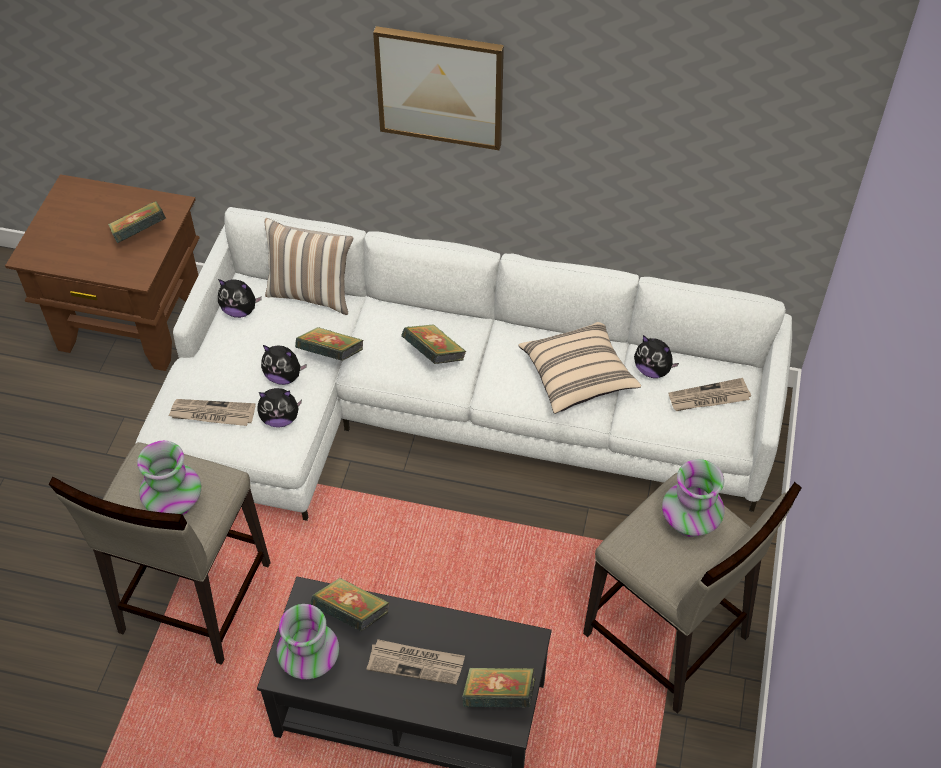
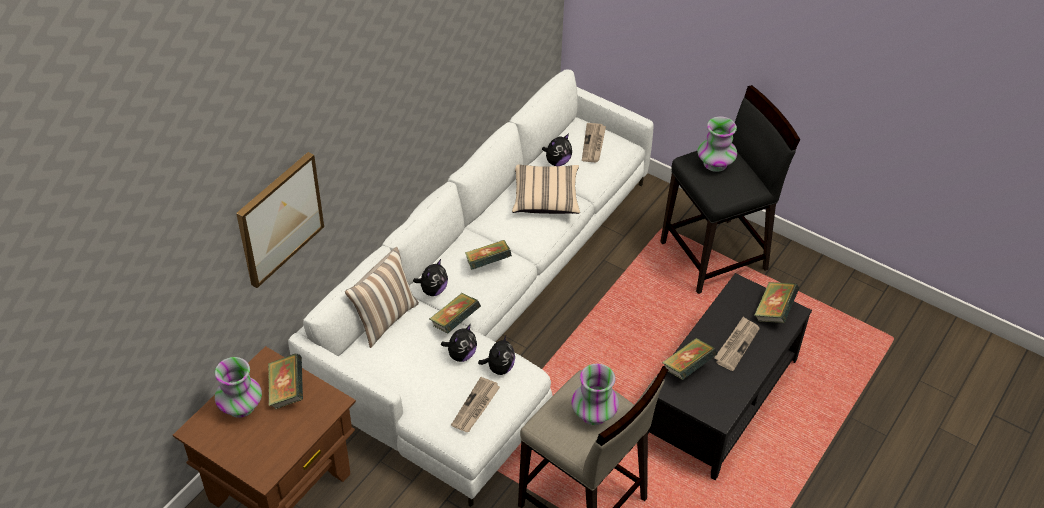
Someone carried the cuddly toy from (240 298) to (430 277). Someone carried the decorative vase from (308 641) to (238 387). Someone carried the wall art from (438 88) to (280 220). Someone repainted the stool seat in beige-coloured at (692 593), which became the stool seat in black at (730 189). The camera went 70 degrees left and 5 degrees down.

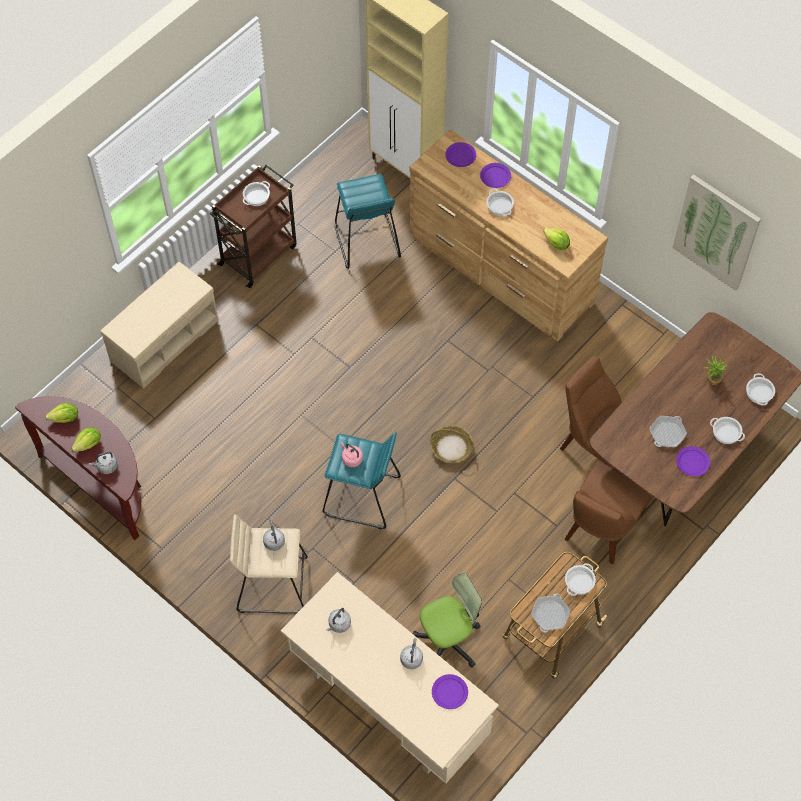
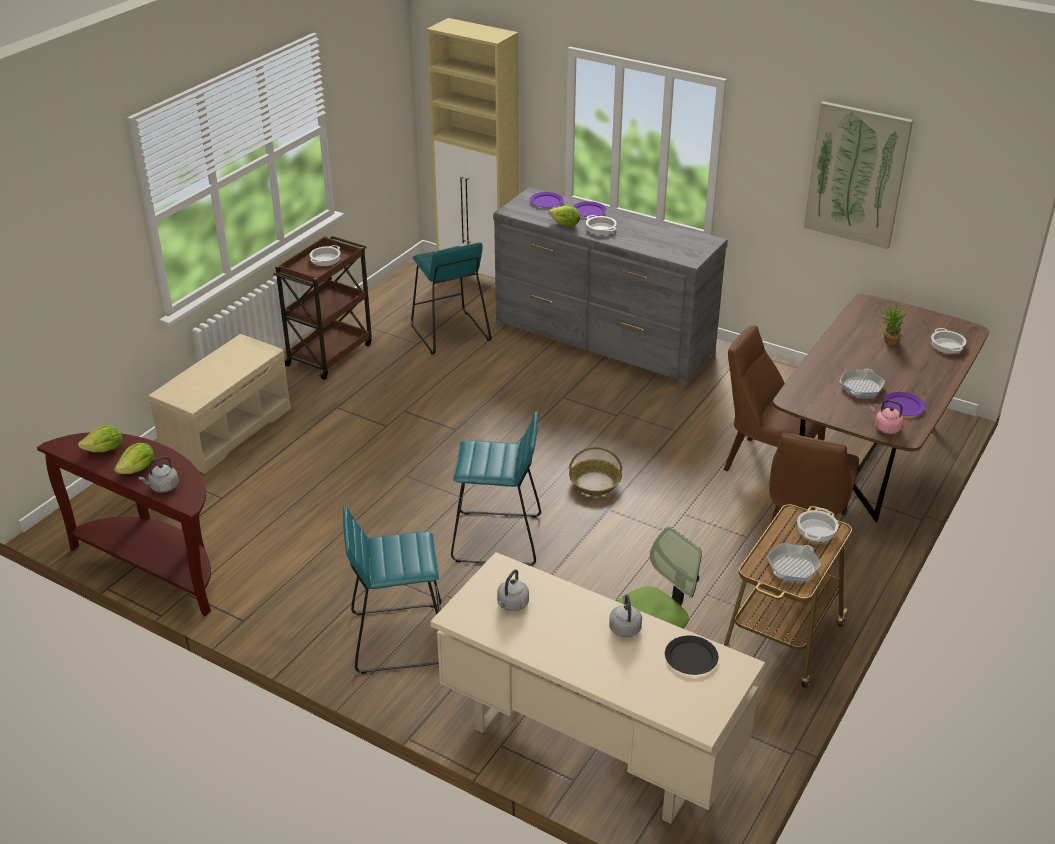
Someone took away the water kettle in gray at (274 536). Someone took away the stockpot at (727 430). Someone carried the water kettle in pink-coloured from (351 454) to (887 417). Someone carried the head of lettuce from (556 239) to (564 216). Someone repainted the stool seat in beige-coloured at (269 563), which became the stool seat in blue-green at (392 589). Someone repainted the drawer chest in brown at (509 235), which became the drawer chest in gray at (610 286). Someone repainted the flat dish in purple at (450 691), which became the flat dish in black at (691 655). Someone rotated the pan at (550 612) by 150 degrees counterclockwise. The camera went 10 degrees left and 25 degrees down.

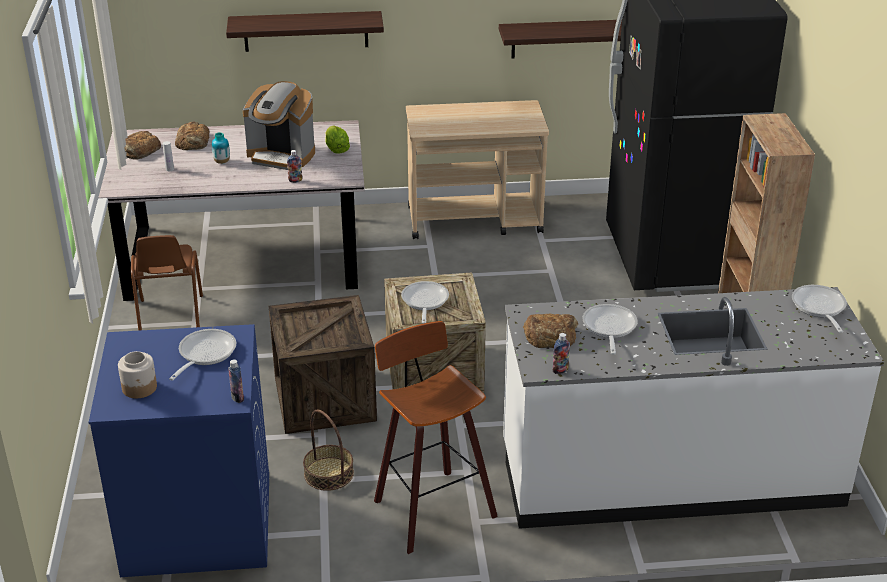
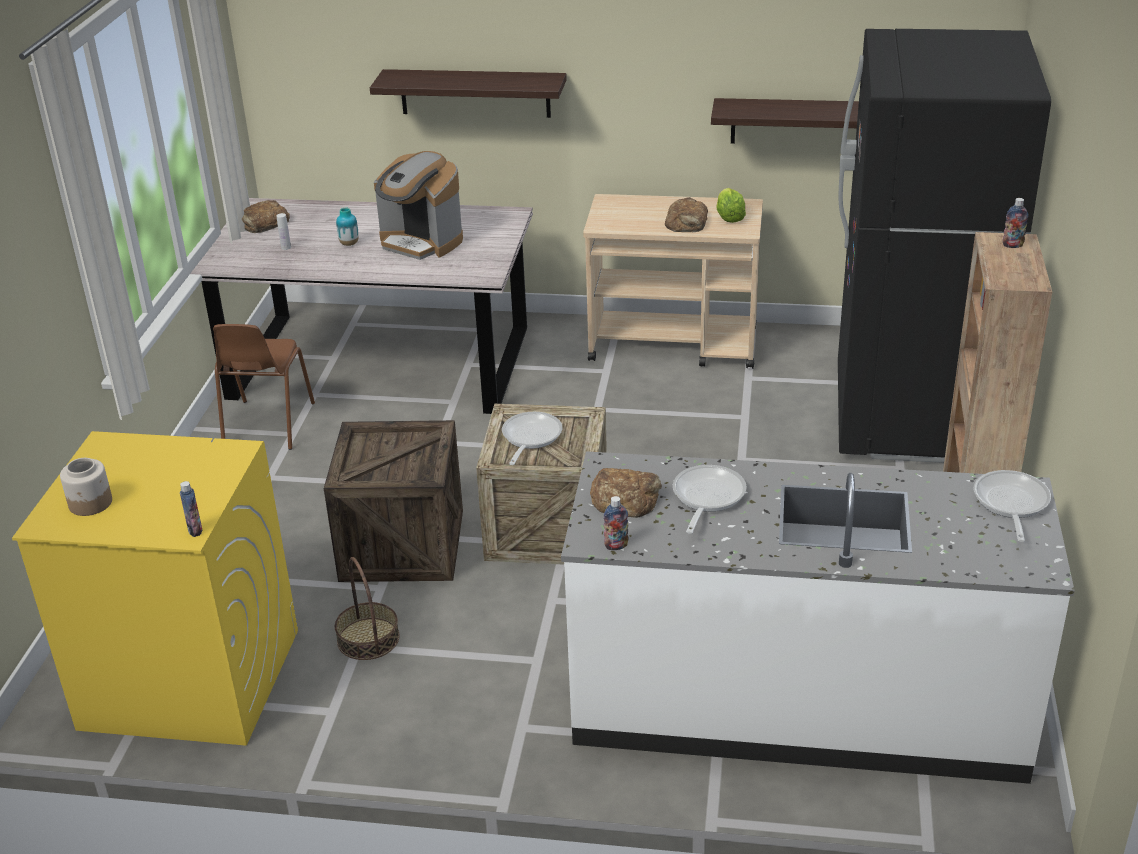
Someone took away the pan at (202 354). Someone took away the stool seat at (436 437). Someone carried the baked bread from (192 135) to (686 214). Someone carried the beverage bottle from (294 166) to (1015 223). Someone carried the head of lettuce from (337 139) to (731 205). Someone repainted the washing machine in bluish at (179 450), which became the washing machine in yellow-coloured at (155 588). The camera went 15 degrees right and 0 degrees up.

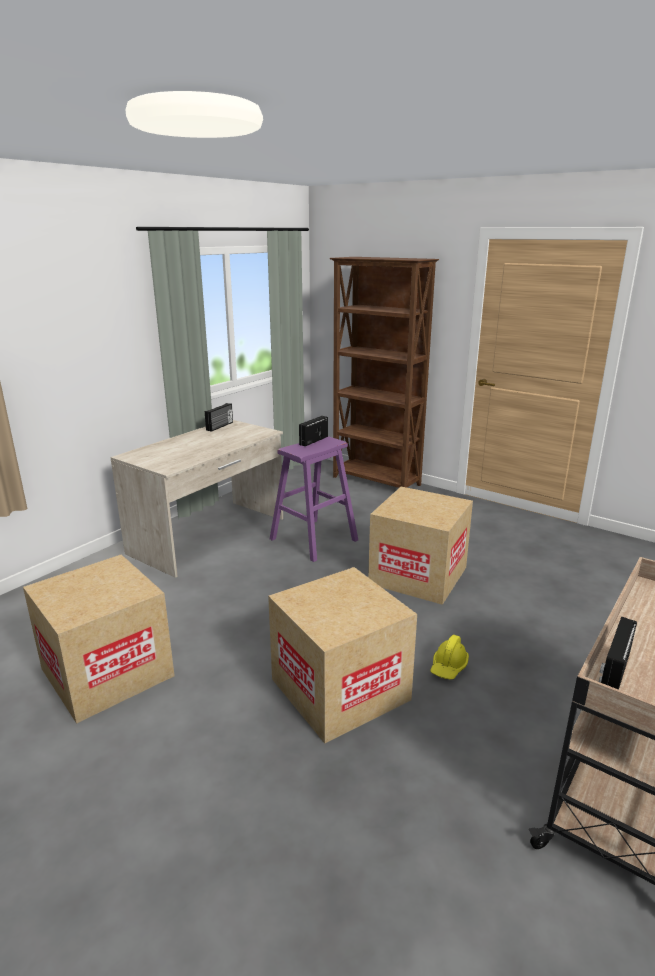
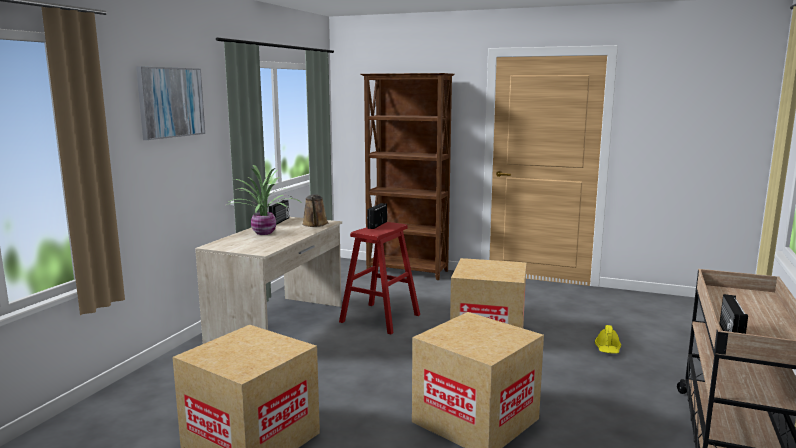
Someone put up the wall art at (170 103). Someone put down the plant in a pot at (263 200). Someone put down the watering pot in brown at (315 210). Someone carried the work helmet in yellow-coloured from (449 657) to (608 339). Someone repainted the stool seat in purple at (314 499), which became the stool seat in red at (379 278). The camera went 15 degrees left and 10 degrees down.

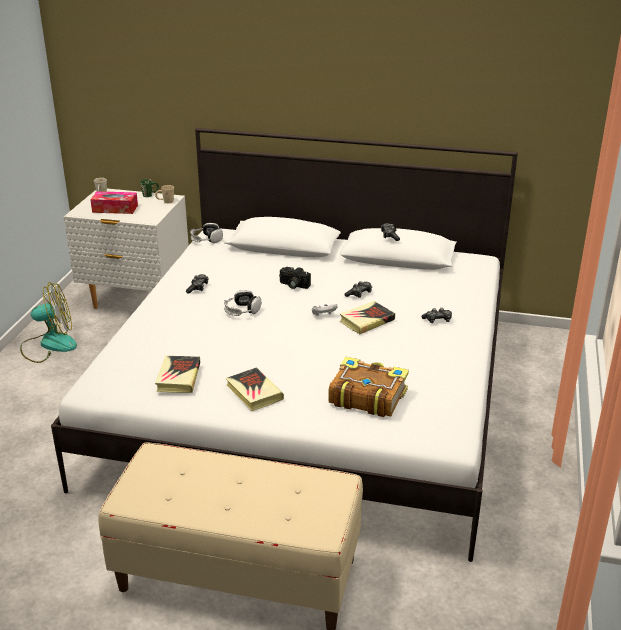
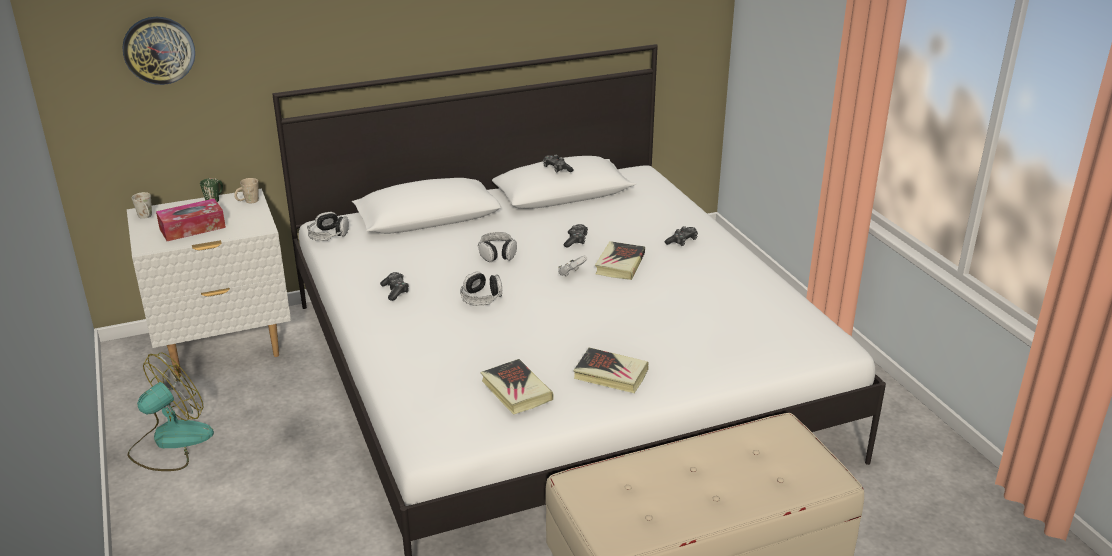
Someone took away the bound book at (368 387). Someone put up the clock on the wall at (158 51). Someone swapped the still camera at (295 278) for the headset at (497 247). The camera went 35 degrees left and 0 degrees up.

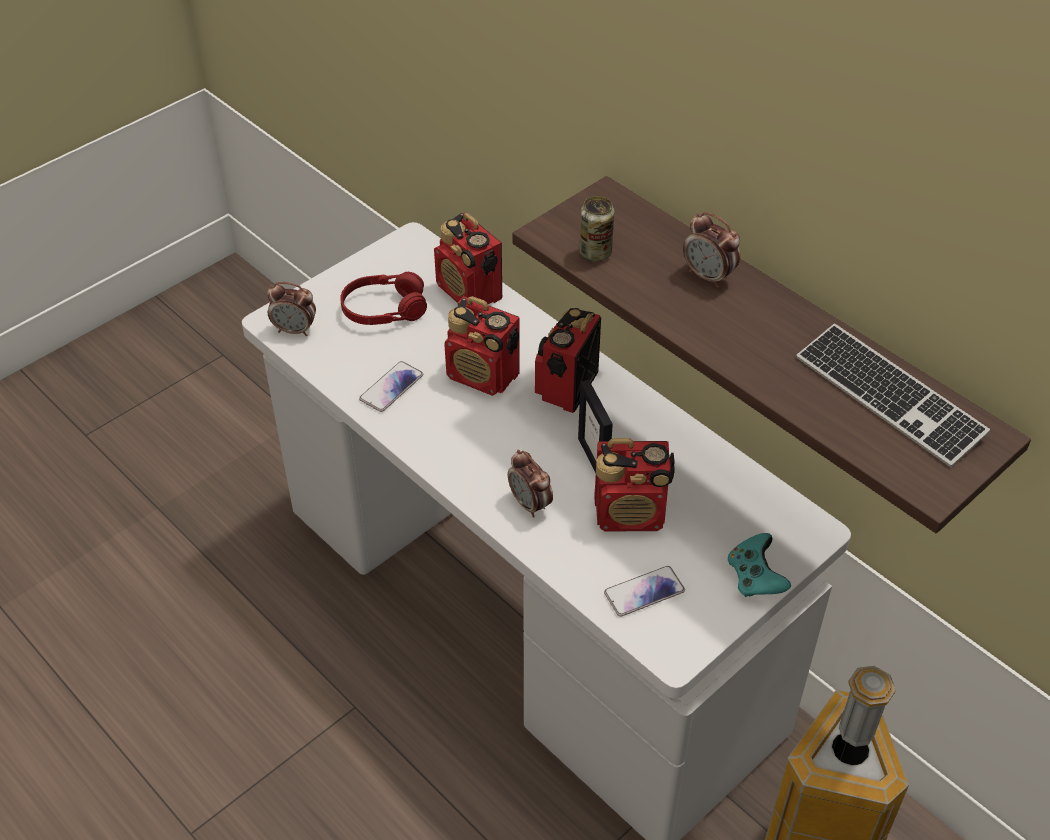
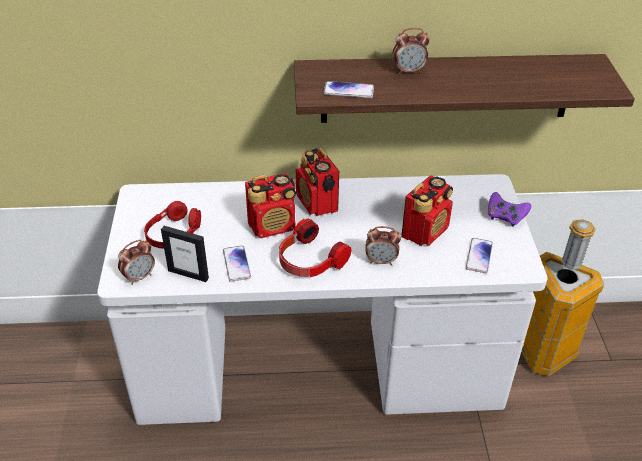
Someone took away the radio set at (468 258). Someone took away the PC keyboard at (893 395). Someone put down the headset at (315 247). Someone carried the photo frame from (595 426) to (185 254). Someone swapped the metal can at (596 229) for the handset at (348 90). Someone repainted the game controller in blue-green at (759 565), which became the game controller in purple at (509 209). The camera went 50 degrees left and 5 degrees down.

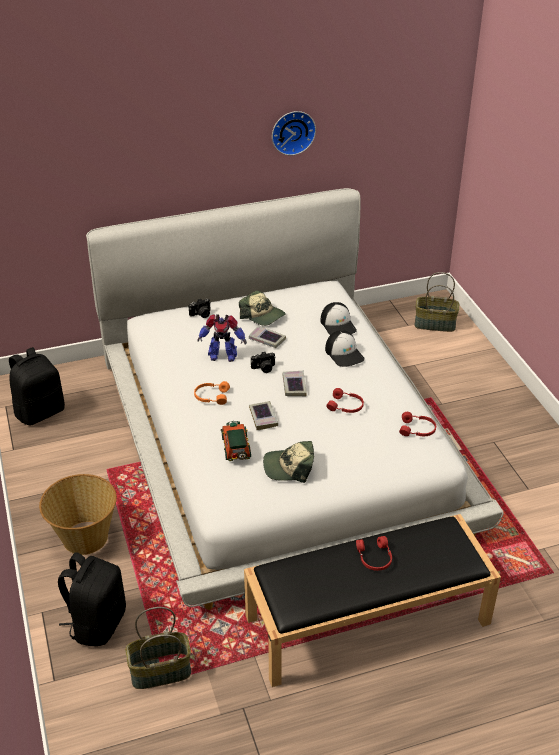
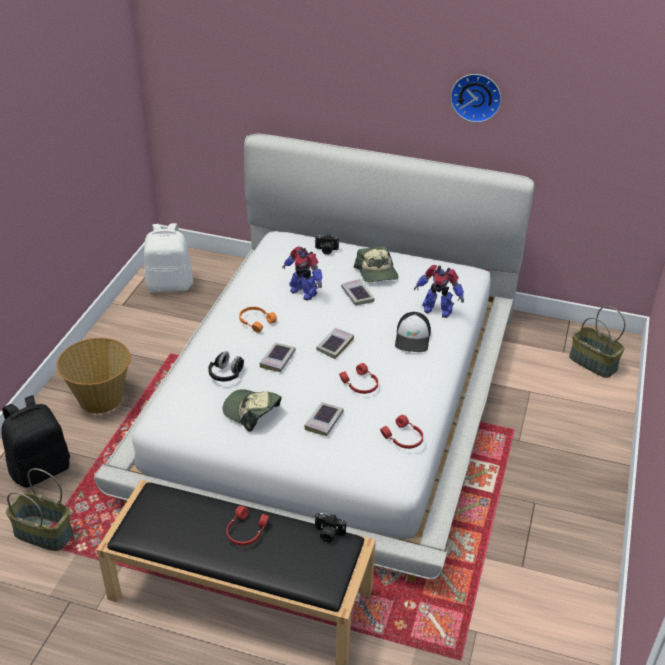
Someone put down the bound book at (324 419). Someone carried the still camera from (263 362) to (330 528). Someone swapped the model car at (236 441) for the headset in black at (226 366). Someone swapped the cap at (338 318) for the robot figure at (439 291). Someone repainted the backpack in black at (37 386), which became the backpack in white at (168 257). The camera went 35 degrees right and 0 degrees up.

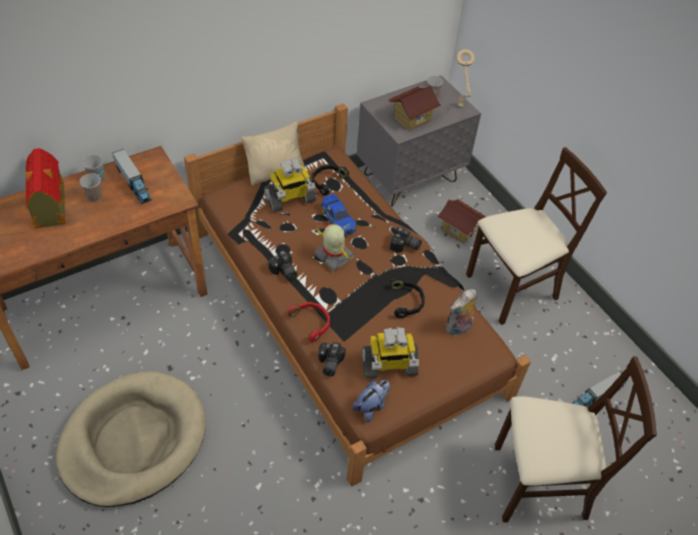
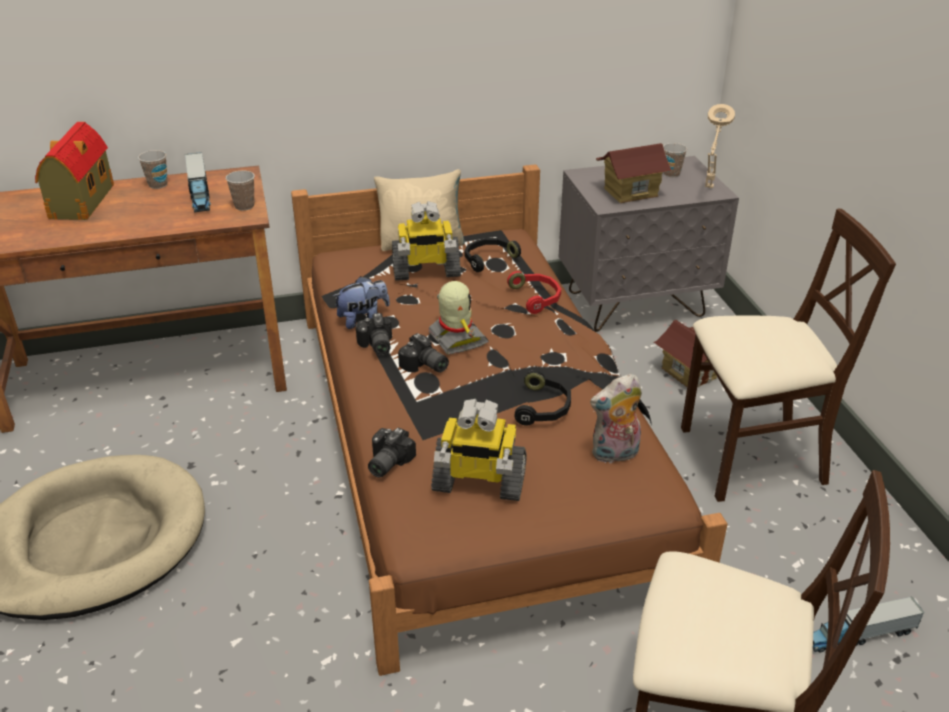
Someone took away the model car at (339 215). Someone carried the cup from (91 187) to (240 191). Someone carried the headset in red from (308 322) to (534 292). Someone carried the cuddly toy from (371 401) to (361 302). Someone carried the still camera from (406 239) to (423 352). The camera went 20 degrees right and 15 degrees down.

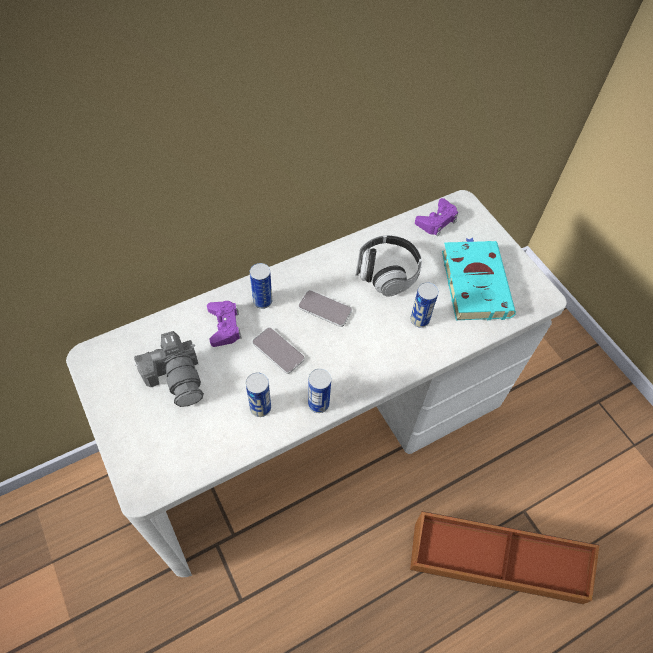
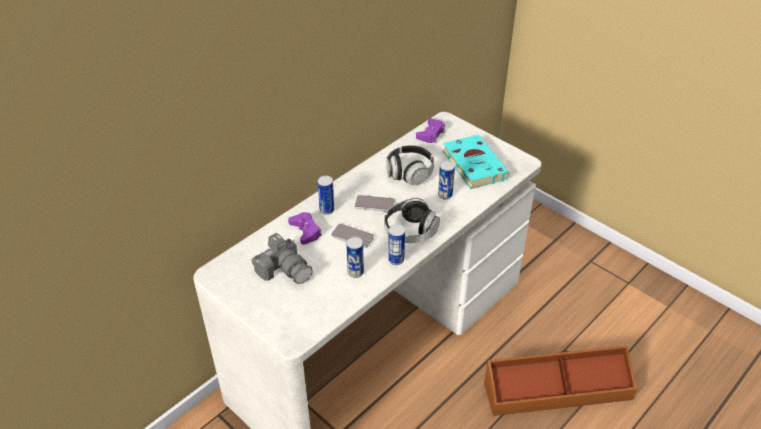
Someone put down the headset at (412 220). The camera went 15 degrees left and 15 degrees down.

